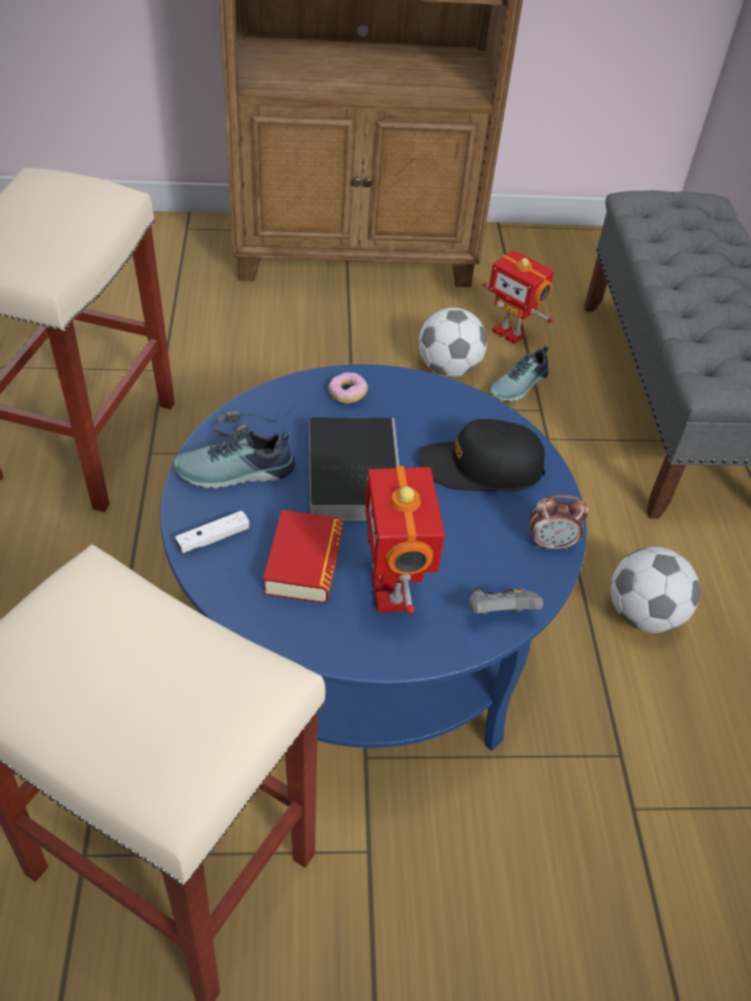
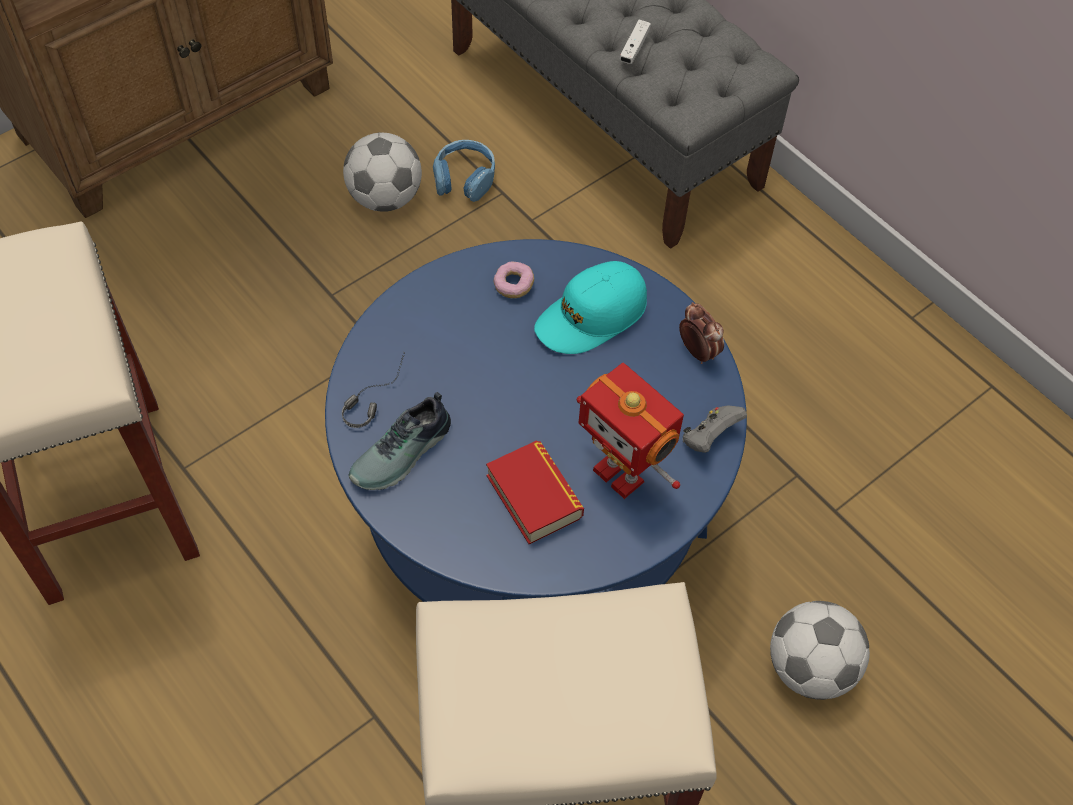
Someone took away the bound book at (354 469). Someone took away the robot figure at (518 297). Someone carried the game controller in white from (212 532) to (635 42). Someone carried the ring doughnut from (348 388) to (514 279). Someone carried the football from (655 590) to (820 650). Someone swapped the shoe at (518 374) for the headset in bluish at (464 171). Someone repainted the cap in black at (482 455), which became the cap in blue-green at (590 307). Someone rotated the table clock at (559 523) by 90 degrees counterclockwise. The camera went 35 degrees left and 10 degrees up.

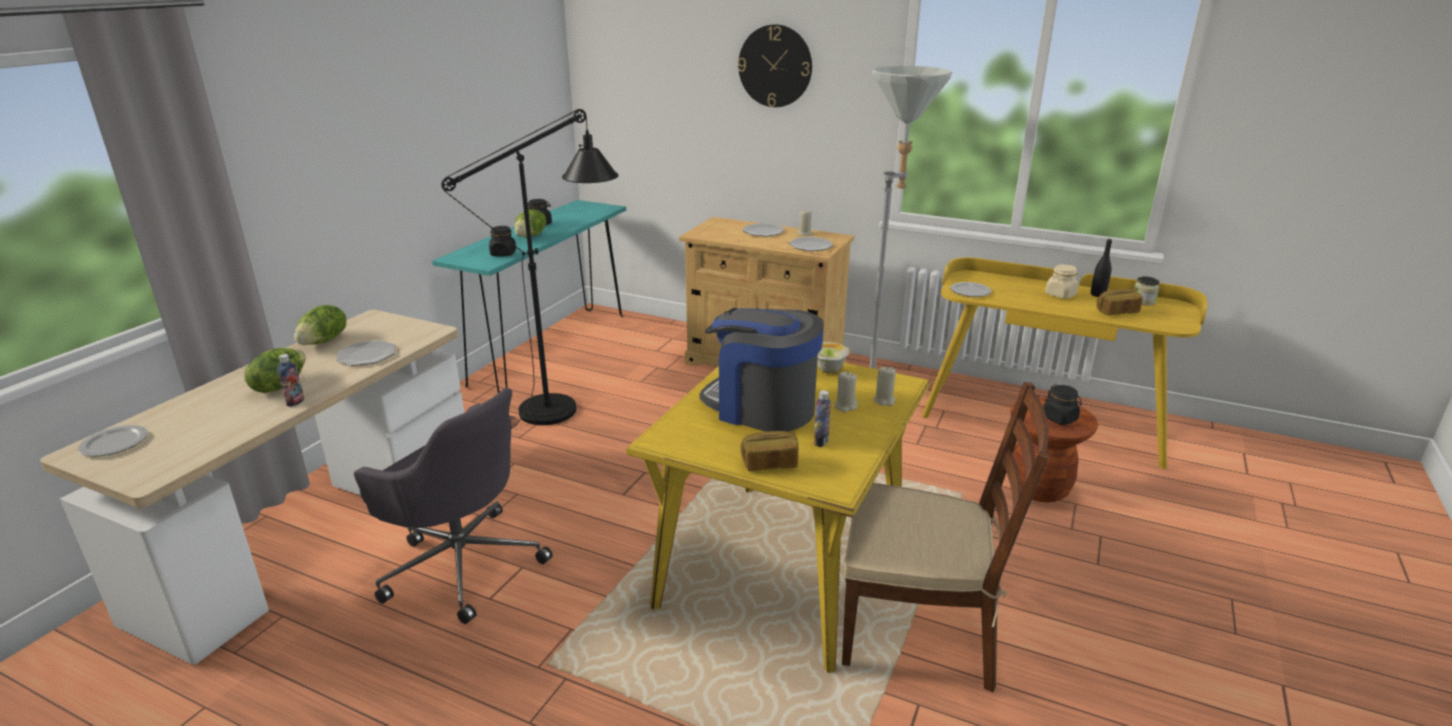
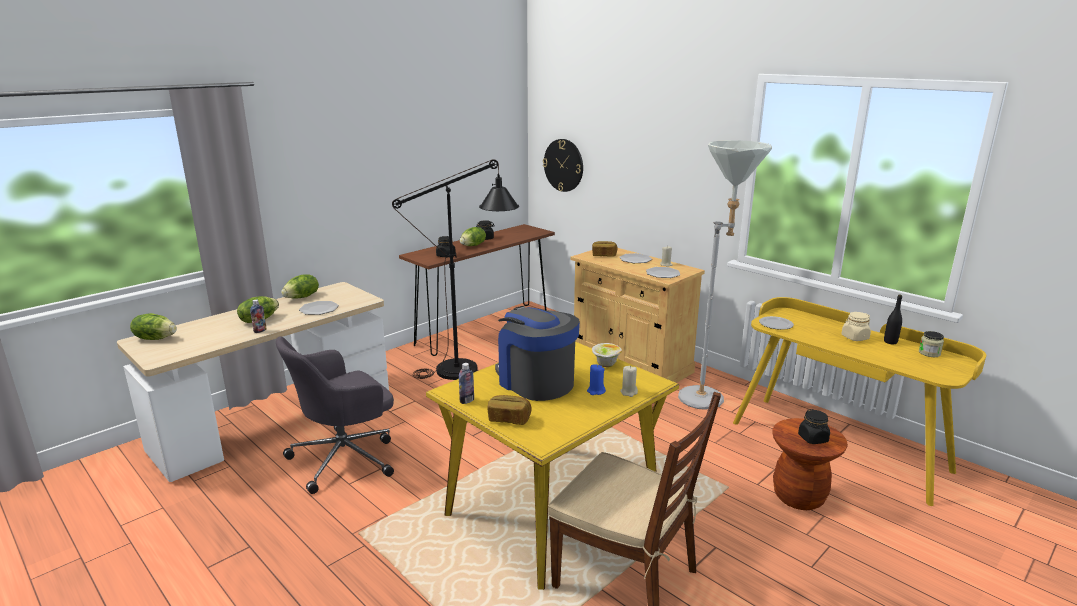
Someone carried the clock on the wall from (775 65) to (563 165). Someone carried the beverage bottle from (822 418) to (466 383). Someone carried the baked bread from (1120 302) to (605 249). Someone swapped the flat dish at (113 441) for the head of lettuce at (153 326). Someone repainted the hall table in blue-green at (529 296), which became the hall table in brown at (477 290). Someone repainted the wax light in beige-coloured at (846 392), which became the wax light in bluish at (596 379). Someone rotated the desk chair in gray at (453 506) by 90 degrees clockwise. The camera went 20 degrees right and 5 degrees down.

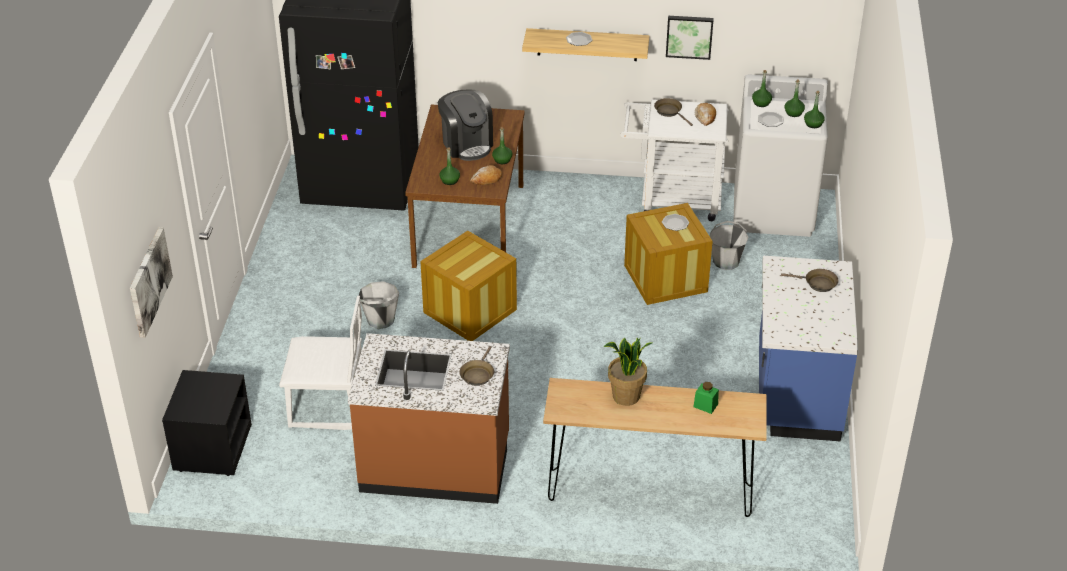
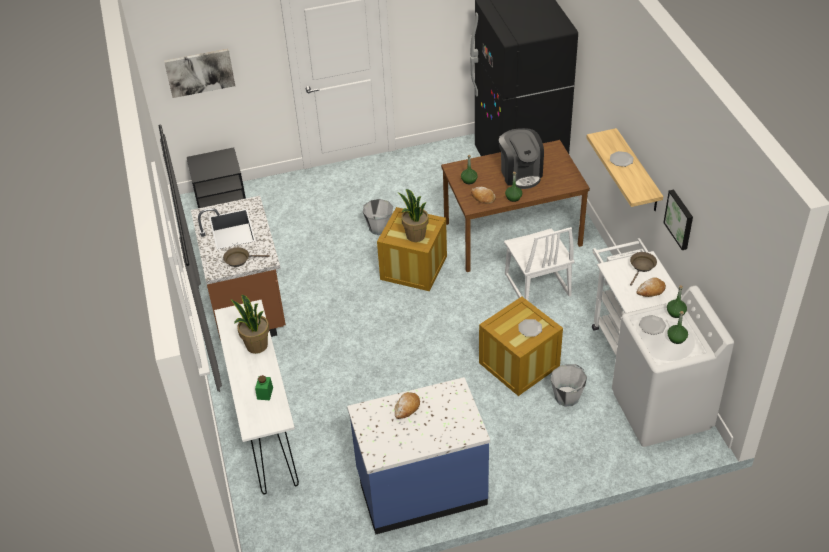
Someone took away the pan in brown at (809 280). Someone took away the beverage bottle in greenish at (814 109). Someone put down the baked bread at (407 405). Someone put down the plant in a pot at (413 215). Someone carried the chair in white from (320 363) to (539 264). Someone repainted the hall table in brown at (655 447), which became the hall table in white at (256 397). Someone rotated the coffee brewer at (465 125) by 60 degrees counterclockwise. The camera went 70 degrees right and 5 degrees up.

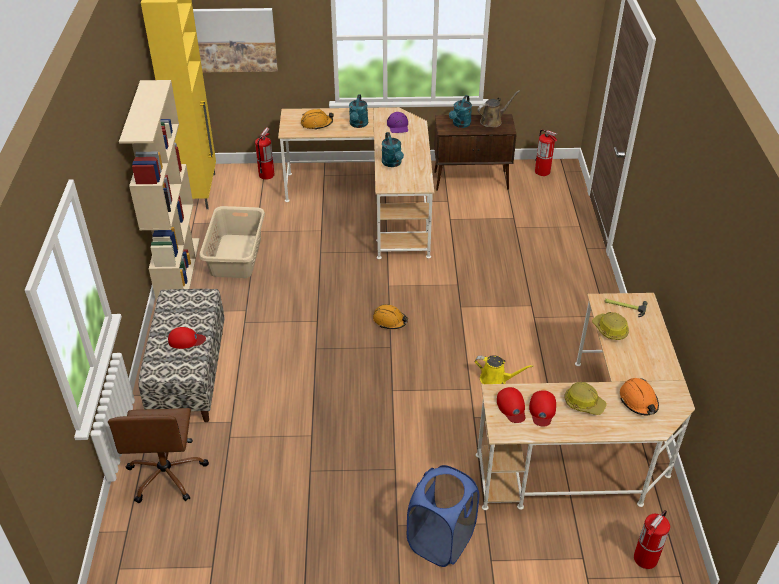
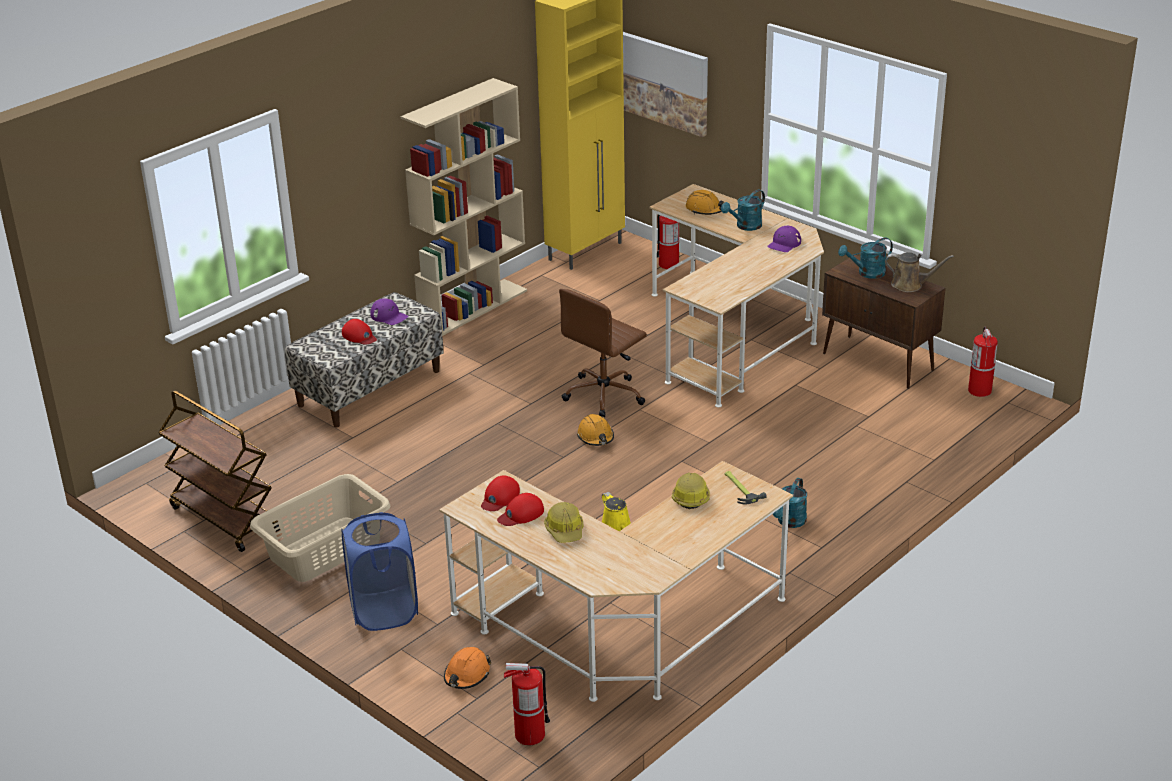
Someone put down the wheeled cart in brown at (219 471). Someone put down the cap in purple at (389 311). Someone carried the desk chair in brown from (158 455) to (603 353). Someone carried the washing basket in beige-coloured from (232 242) to (320 528). Someone carried the watering pot in blue-green from (393 149) to (790 503). Someone carried the work helmet in orangey from (639 396) to (467 668). The camera went 45 degrees right and 10 degrees down.

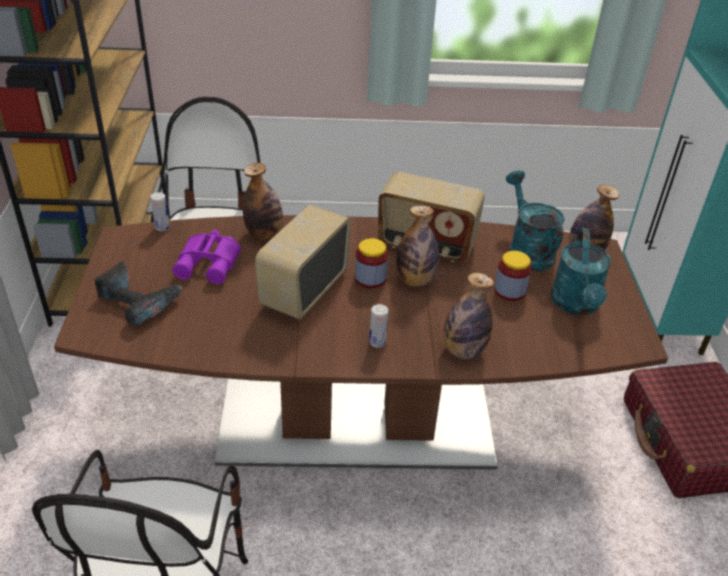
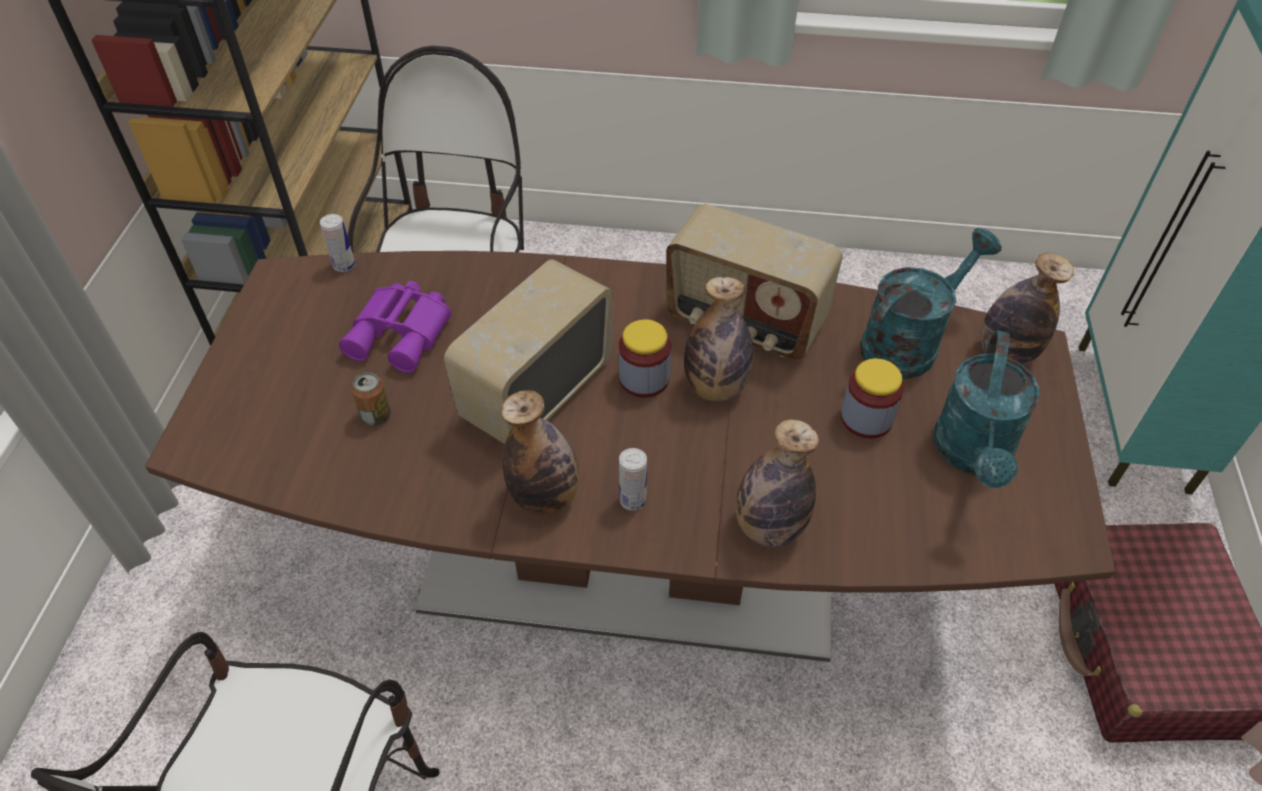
Someone took away the drill at (138 293). Someone put down the metal can at (371 399). Someone carried the beverage bottle from (263 201) to (540 452). Someone rotated the watering pot in blue-green at (535 221) by 60 degrees clockwise. The camera went 10 degrees right and 10 degrees up.

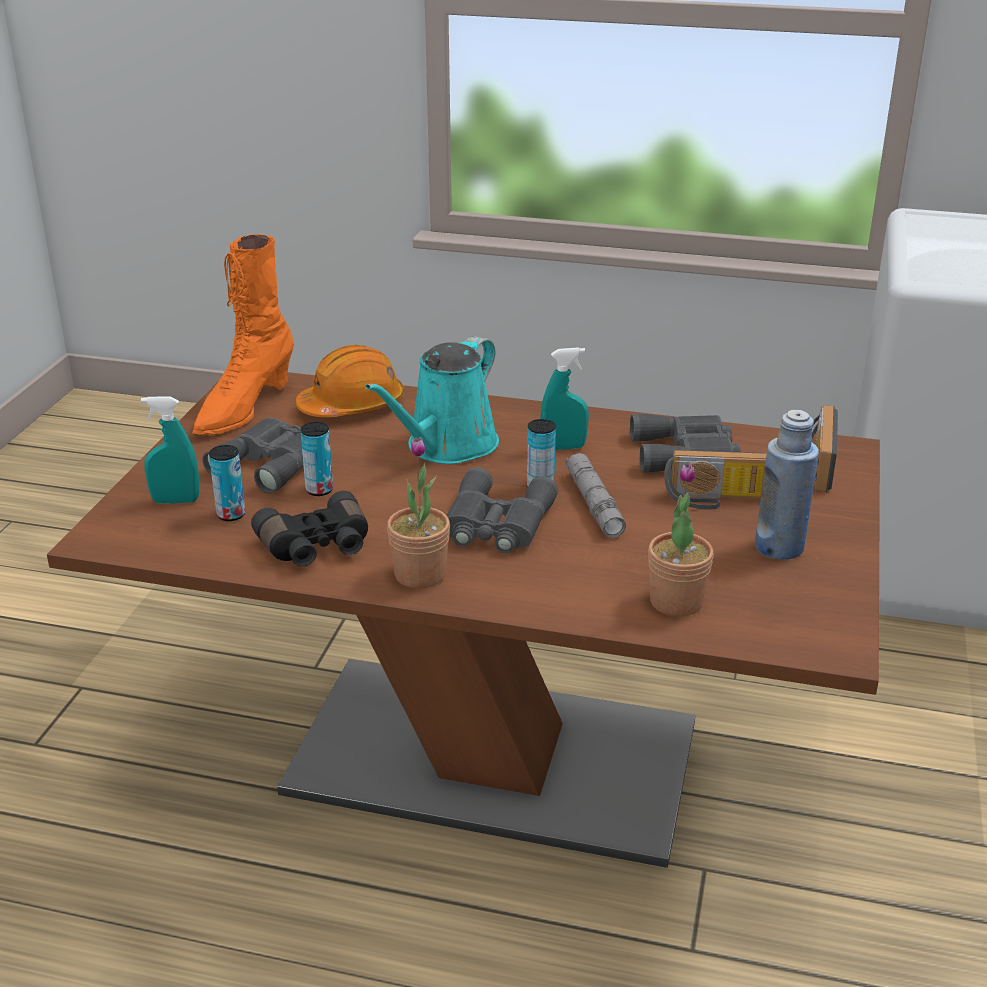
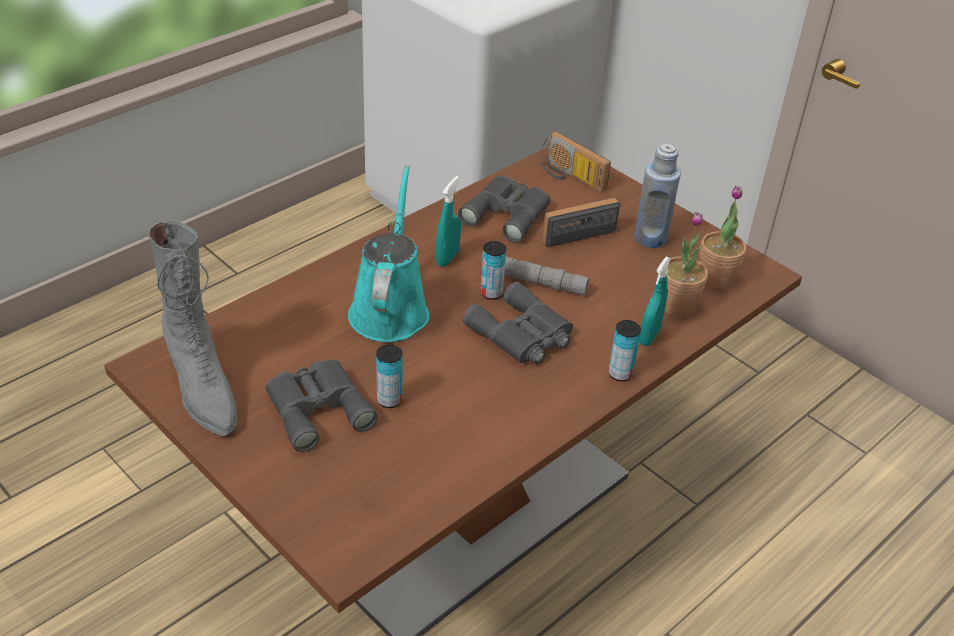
Someone took away the pair of binoculars in black at (309 529). Someone took away the work helmet in orangey at (350 381). Someone carried the hand sprayer in blue-green from (170 450) to (655 301). Someone carried the metal can from (227 483) to (625 350). Someone carried the plant in a pot from (418 513) to (722 238). Someone repainted the boot in orangey at (243 334), which became the boot in gray at (193 328). Someone rotated the watering pot in blue-green at (432 400) by 150 degrees counterclockwise. Someone rotated the radio set at (715 480) by 150 degrees counterclockwise. The camera went 60 degrees left and 10 degrees up.

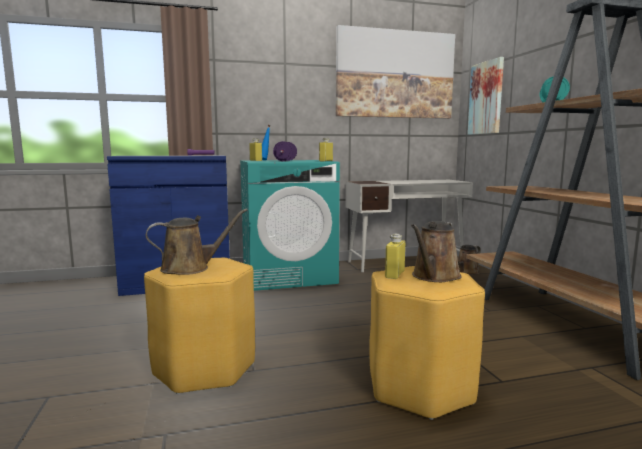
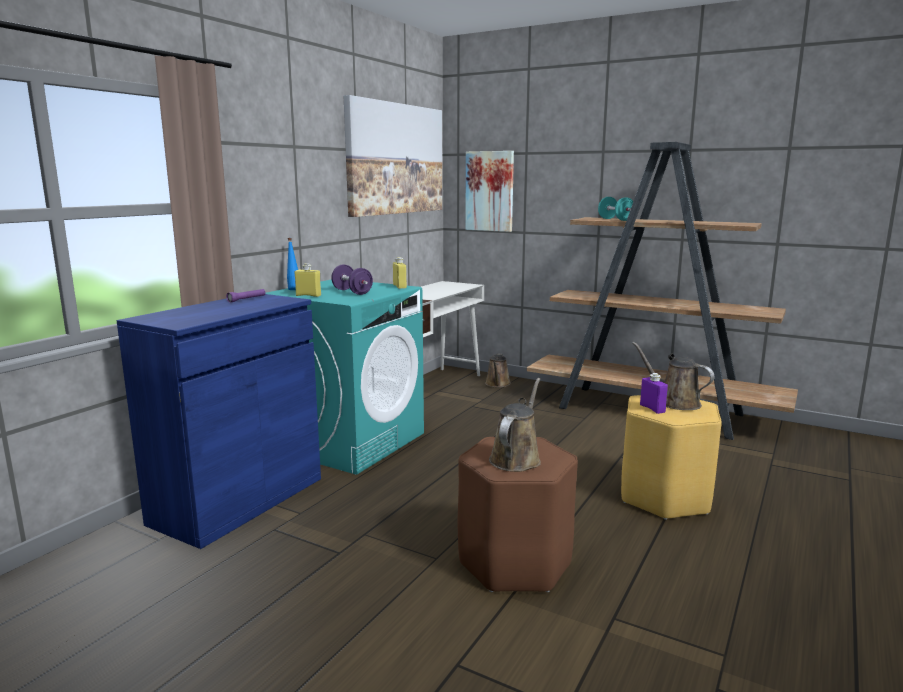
Someone repainted the stool seat in yellow-coloured at (199 326), which became the stool seat in brown at (518 514). Someone repainted the beverage bottle in yellow-coloured at (395 256), which became the beverage bottle in purple at (654 393). Someone rotated the watering pot in brown at (436 251) by 150 degrees clockwise. The camera went 45 degrees left and 5 degrees up.

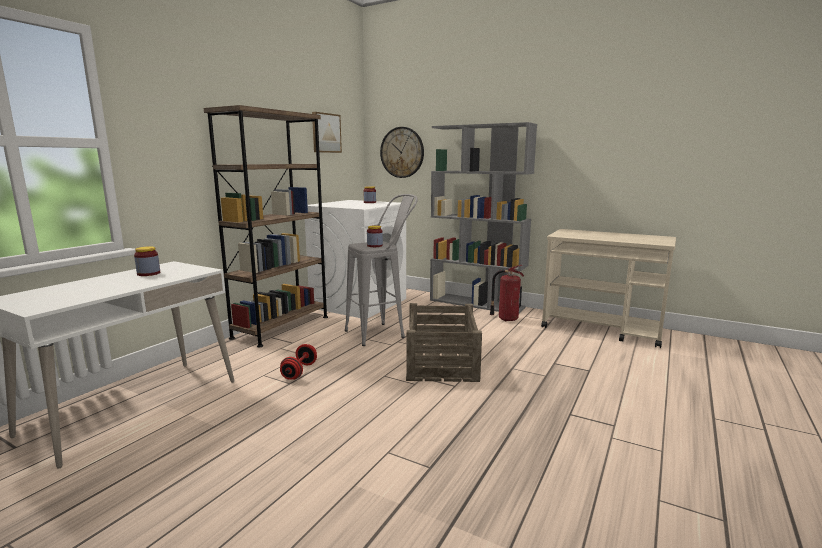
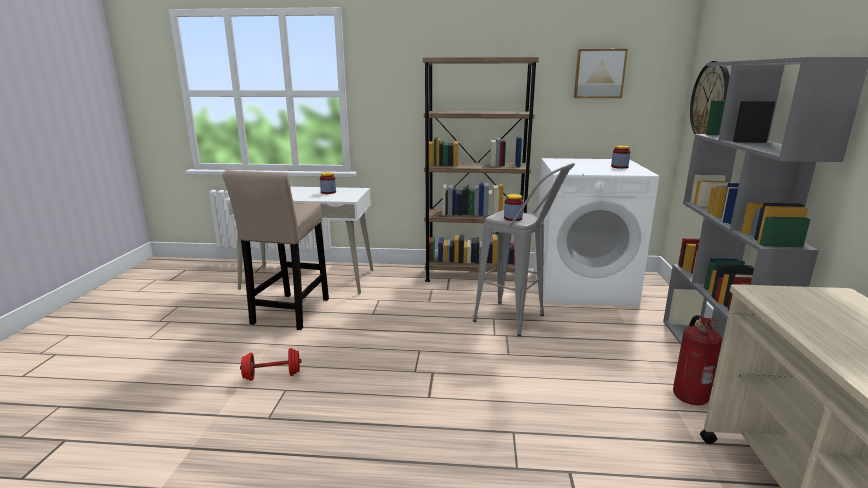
Someone took away the packing crate at (444 342). Someone put down the stool seat in beige-coloured at (276 250). Someone carried the dumbbell in red from (298 362) to (271 364). The camera went 65 degrees right and 5 degrees up.

